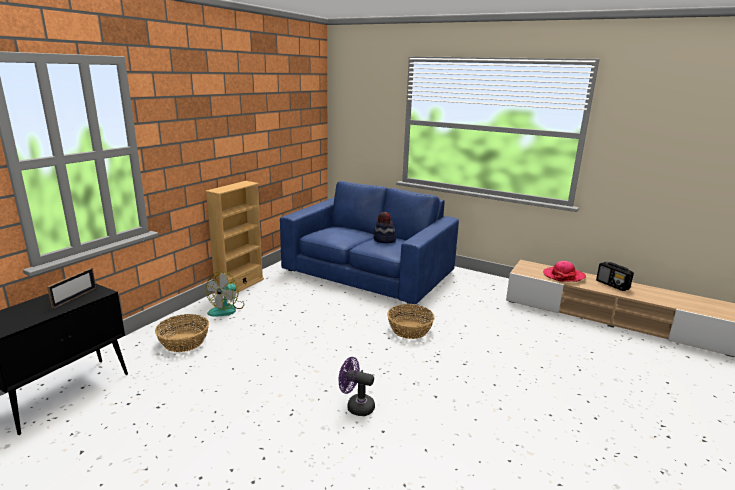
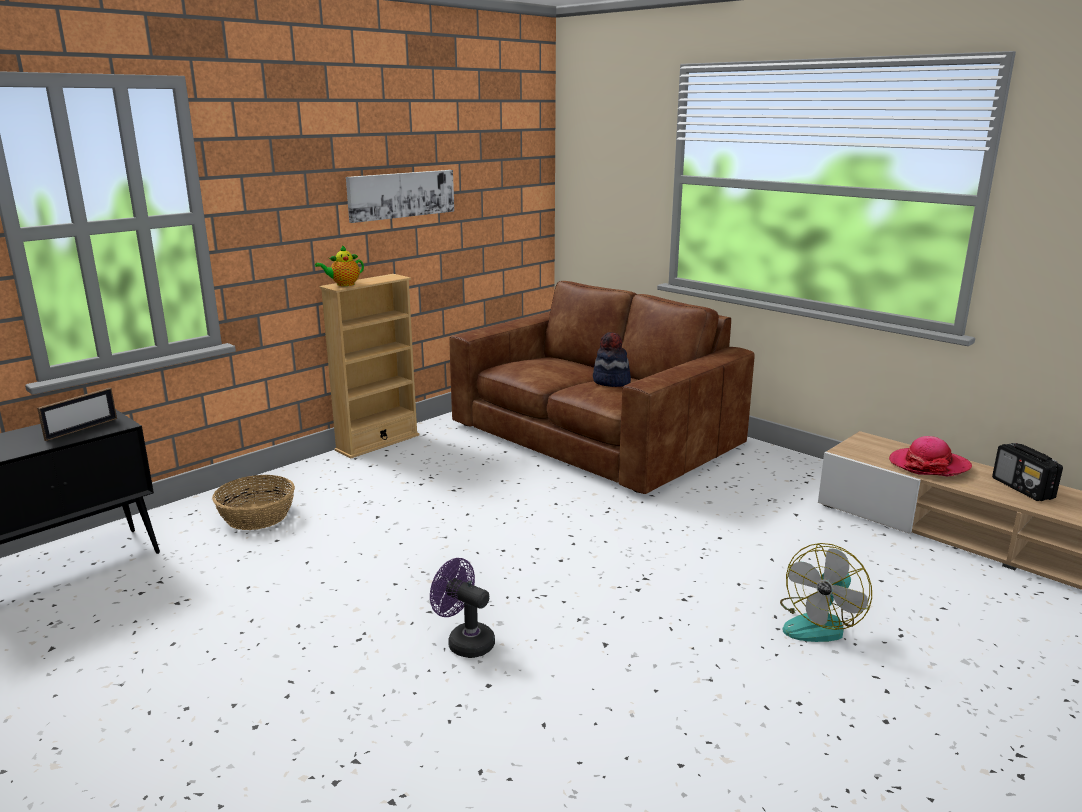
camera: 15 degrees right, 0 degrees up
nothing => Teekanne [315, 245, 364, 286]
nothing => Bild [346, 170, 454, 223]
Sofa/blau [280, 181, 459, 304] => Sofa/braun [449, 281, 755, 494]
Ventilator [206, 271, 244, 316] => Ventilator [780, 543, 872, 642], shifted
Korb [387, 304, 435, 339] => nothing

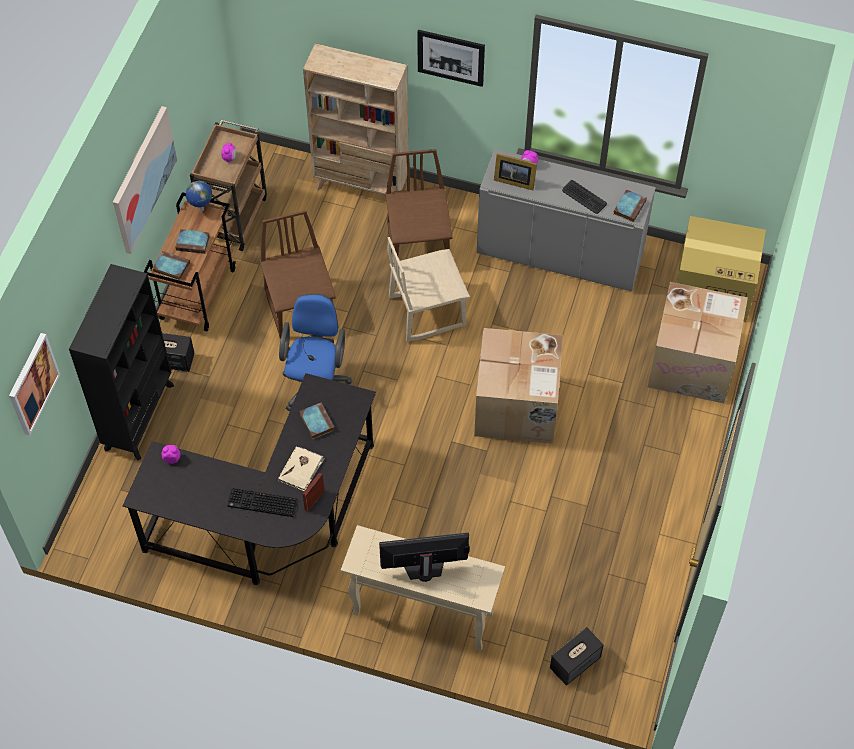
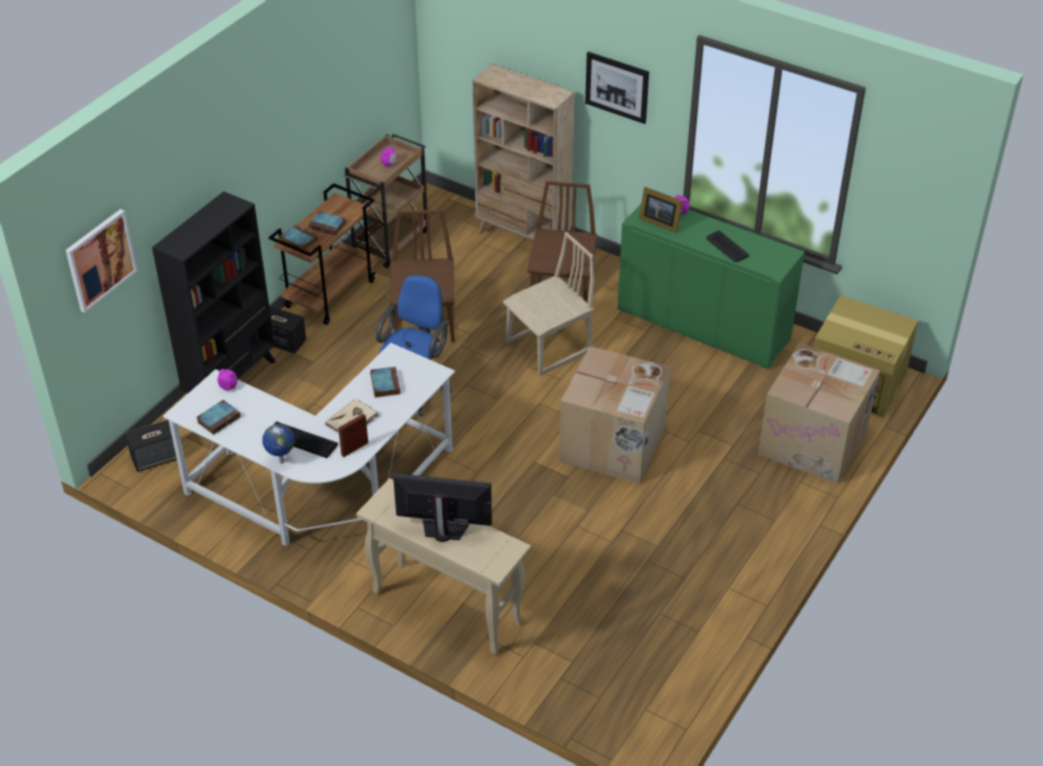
camera: 15 degrees right, 15 degrees down
Lautsprecher [550, 627, 604, 686] => Lautsprecher [125, 420, 177, 472], shifted
Schreibtisch/schwarz [122, 373, 376, 585] => Schreibtisch/weiß [163, 343, 455, 546]
Buch [614, 189, 647, 222] => Buch [196, 400, 241, 435], shifted
Globus [186, 181, 212, 211] => Globus [262, 424, 295, 464], shifted
Stuhl/beige [387, 237, 470, 342] => Stuhl/beige [503, 232, 594, 376], 150 degrees clockwise
Schrank/grau [477, 149, 656, 292] => Schrank/grün [617, 204, 805, 369]
Bild [113, 106, 177, 254] => nothing

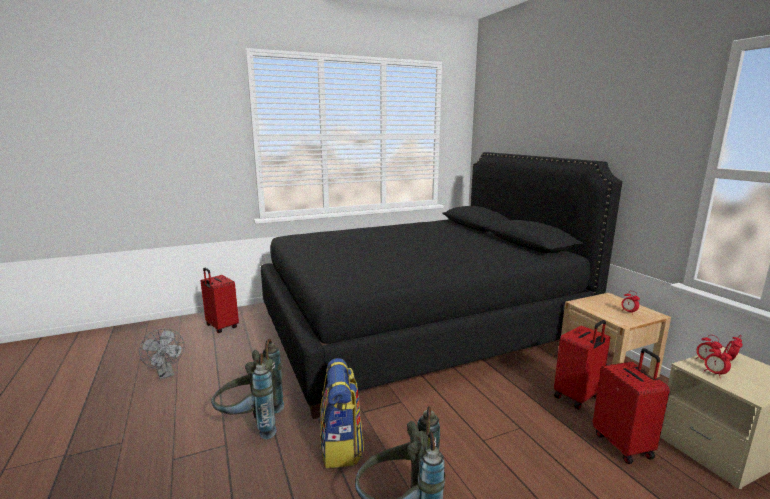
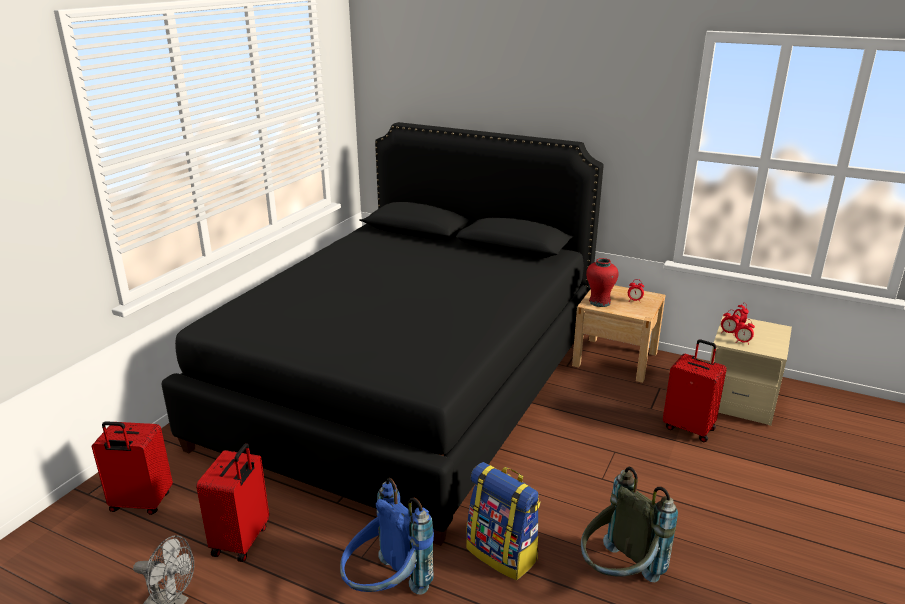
camera: 40 degrees left, 10 degrees up
Koffer/rot [554, 320, 610, 409] => Koffer/rot [196, 443, 269, 562], shifted
Rucksack/grau [211, 339, 284, 439] => Rucksack/blau [340, 478, 434, 594]
nothing => Vase/rot [586, 258, 619, 307]

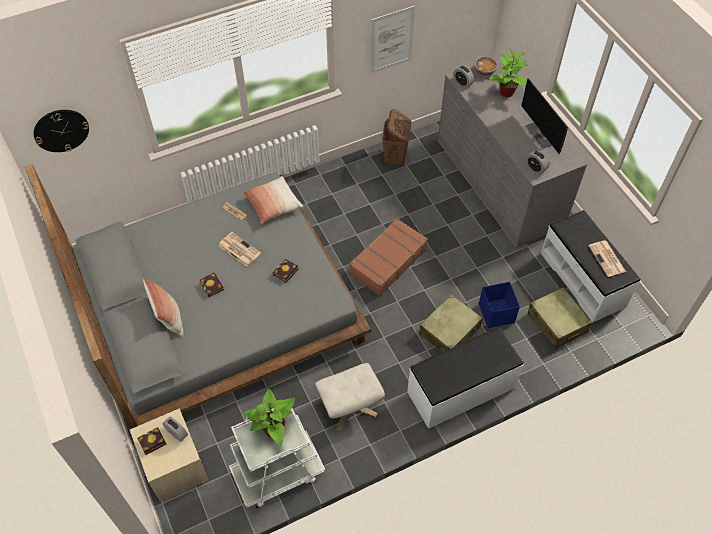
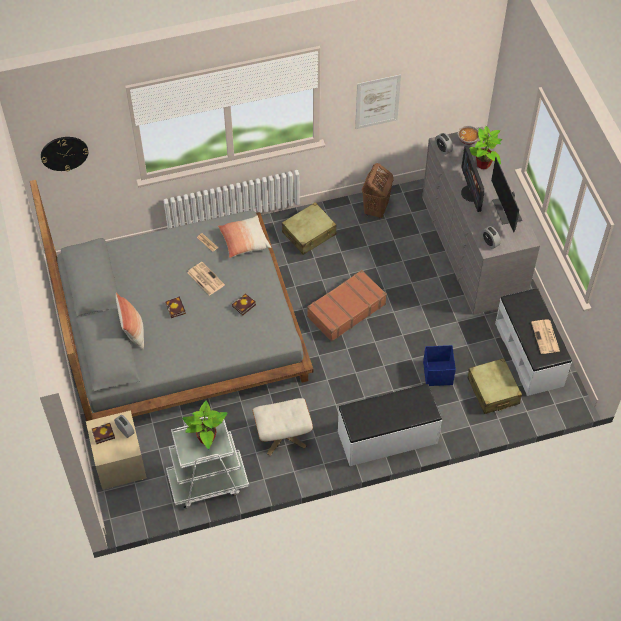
camera: 10 degrees right, 0 degrees up
Koffer/beige [419, 294, 482, 352] => Koffer/beige [282, 202, 337, 255], shifted
nothing => Monitor [461, 146, 484, 212]

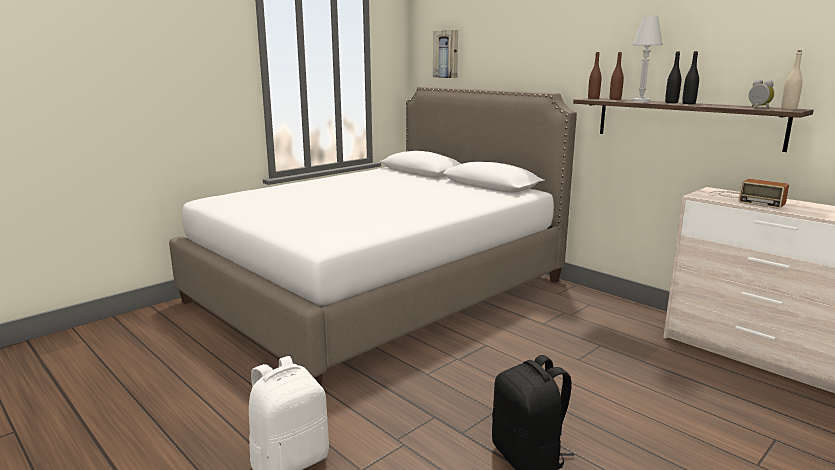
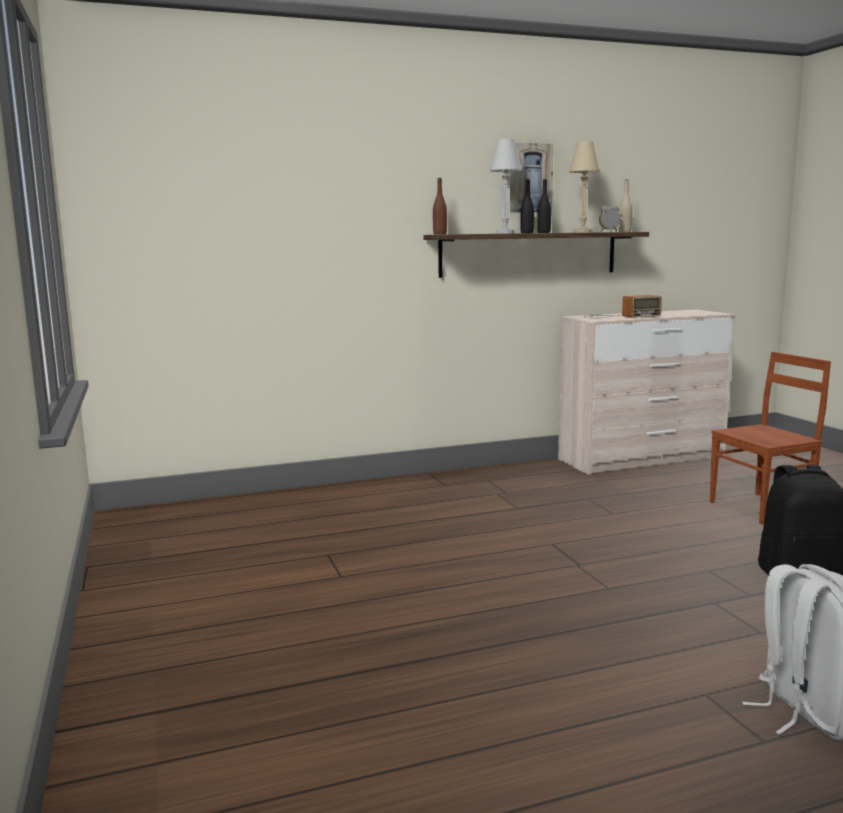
camera: 65 degrees left, 5 degrees down
Bild [433, 30, 458, 78] => Bild [510, 143, 553, 212], shifted
nothing => Tischlampe/beige [569, 141, 600, 233]
nothing => Stuhl/braun [710, 352, 831, 525]
Bett/weiß [169, 87, 577, 385] => nothing
Flasche/braun [610, 52, 624, 100] => nothing

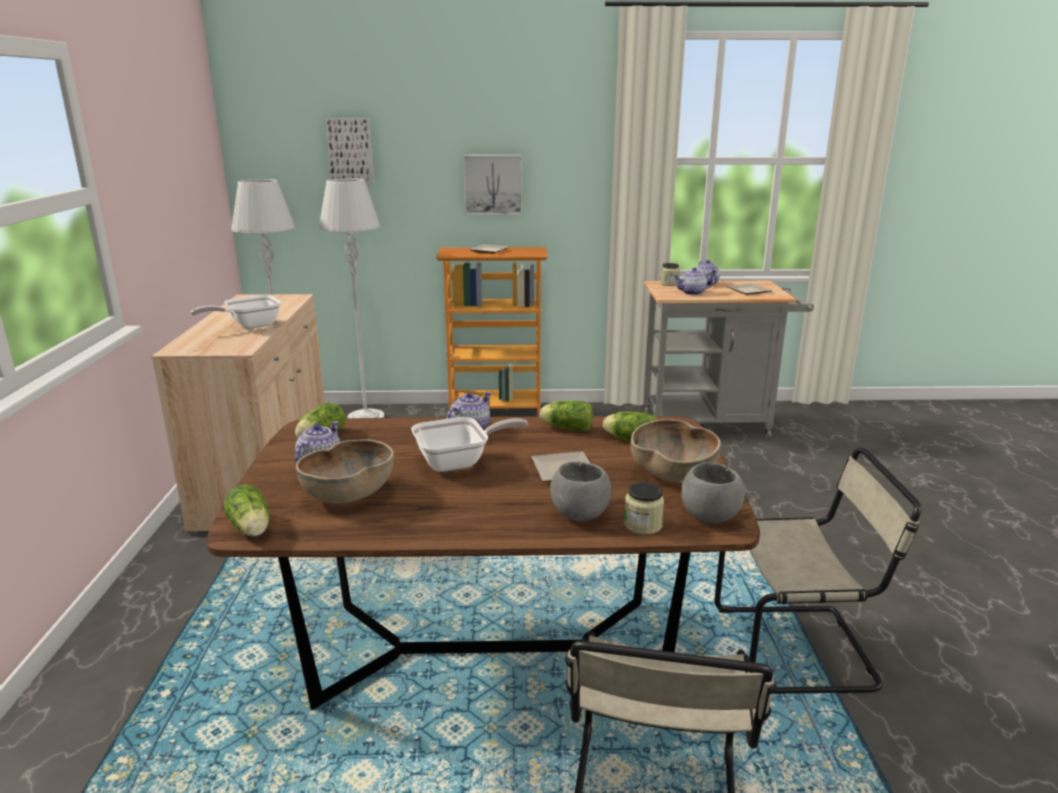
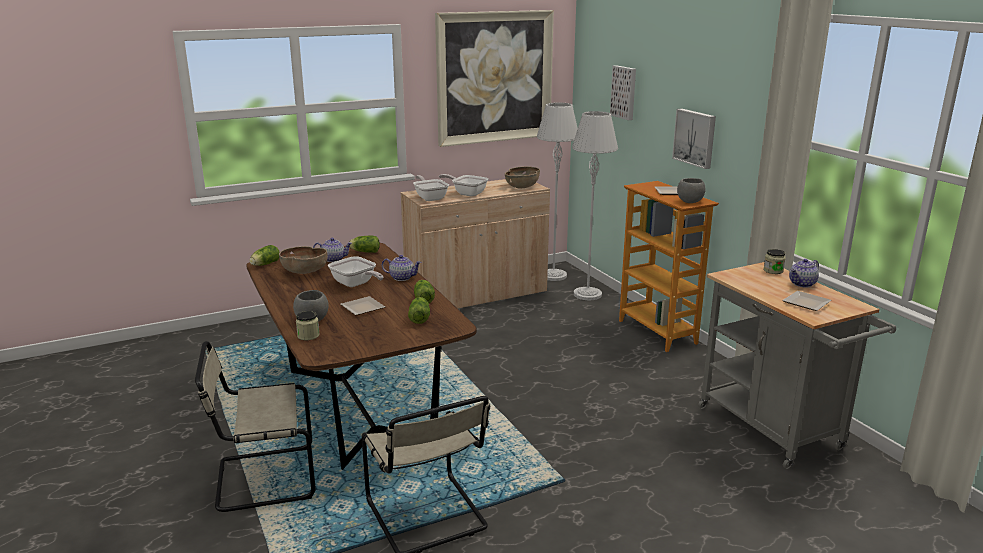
camera: 65 degrees right, 0 degrees up
nothing => Pfanne [413, 175, 449, 201]
nothing => Bild [435, 10, 554, 147]
Schüssel/braun [630, 419, 721, 483] => Schüssel/braun [505, 166, 540, 188], shifted
Schüssel/grau [681, 462, 745, 523] => Schüssel/grau [677, 178, 706, 203], shifted
Teekanne [673, 267, 715, 295] => nothing

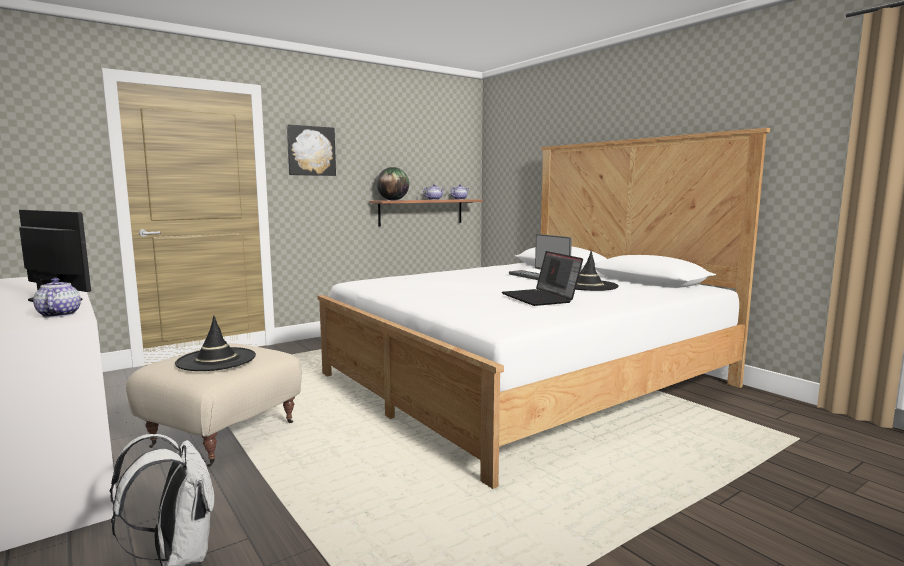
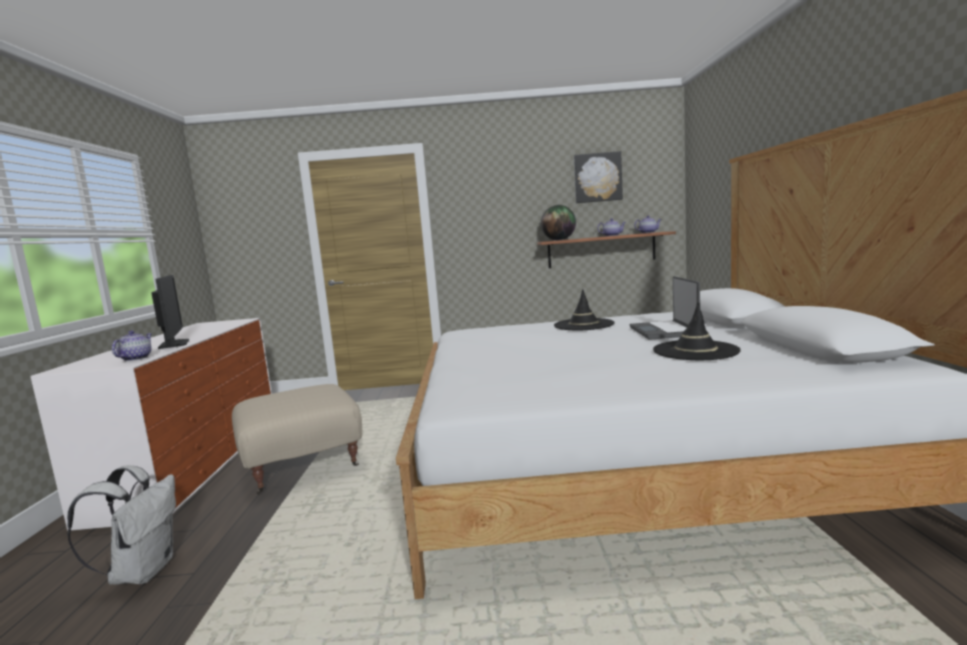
camera: 35 degrees right, 0 degrees up
Hut/schwarz [175, 316, 256, 371] => Hut/schwarz [554, 289, 615, 330], shifted
Bild [287, 125, 336, 176] => Bild [574, 151, 623, 203], shifted
Laptop [502, 251, 583, 306] => nothing

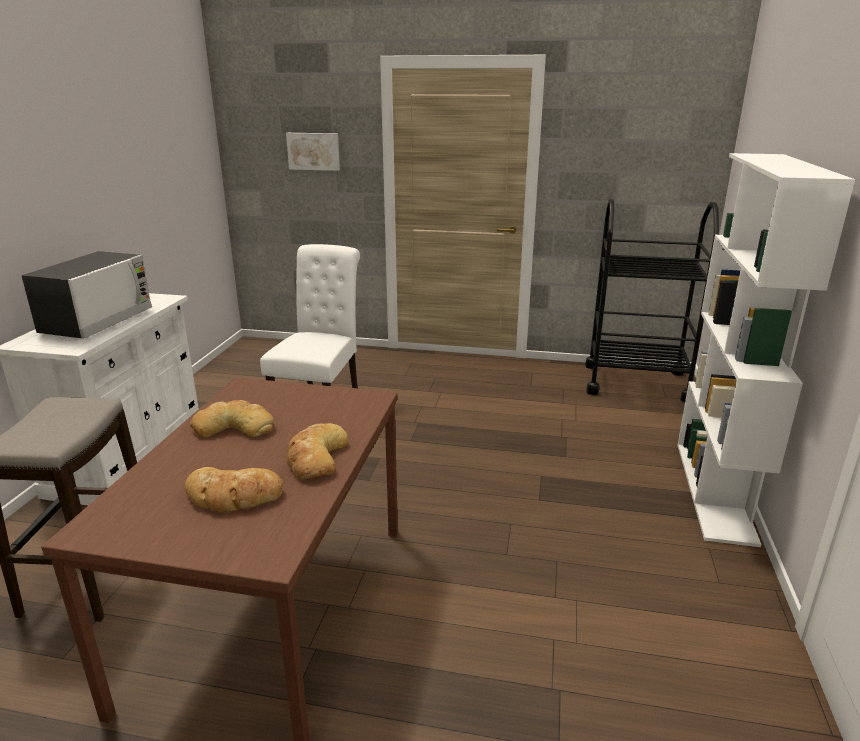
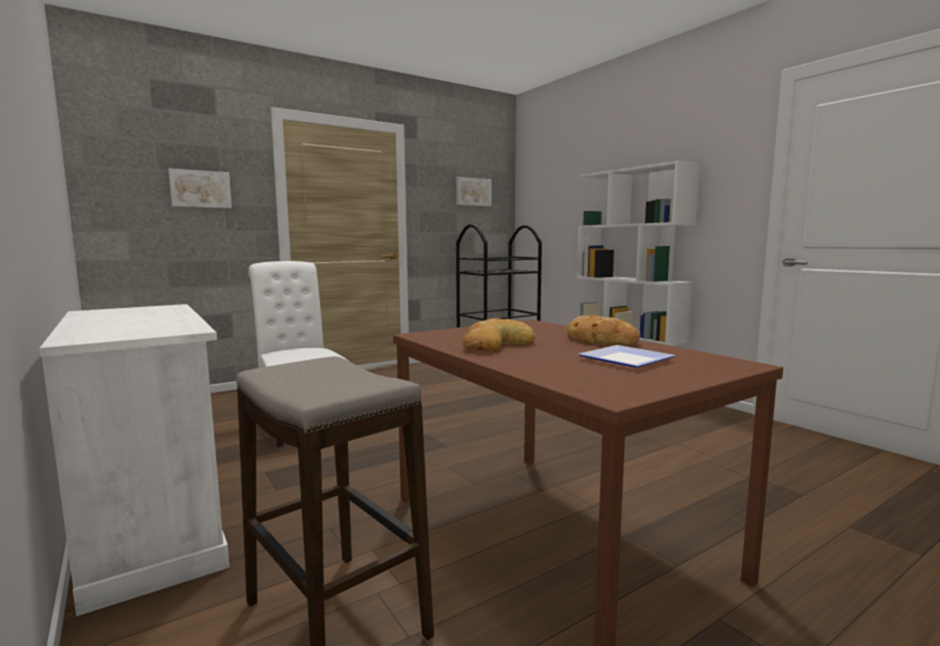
camera: 45 degrees left, 15 degrees down
nothing => Bild [456, 177, 491, 206]
Brot [185, 467, 283, 513] => Teller [578, 345, 675, 367]
Mikrowelle [21, 251, 152, 339] => nothing

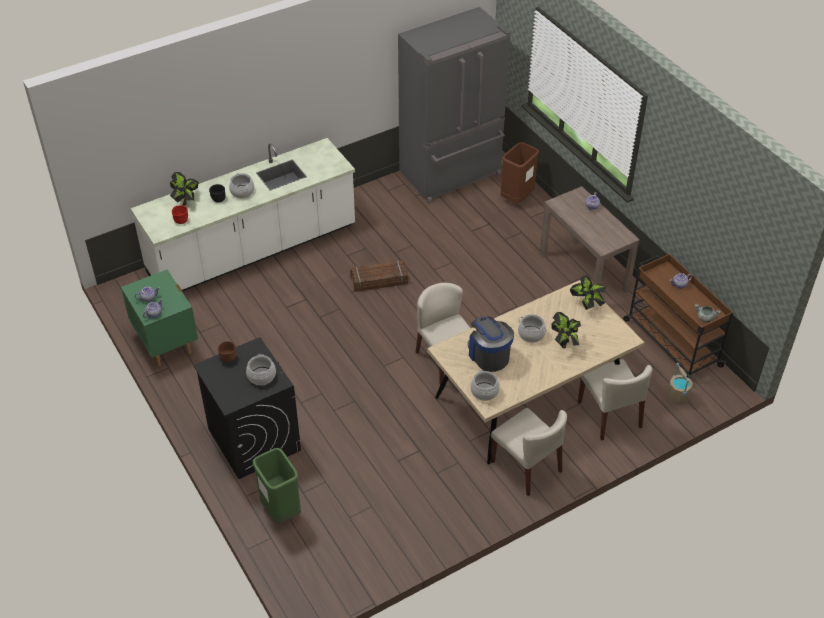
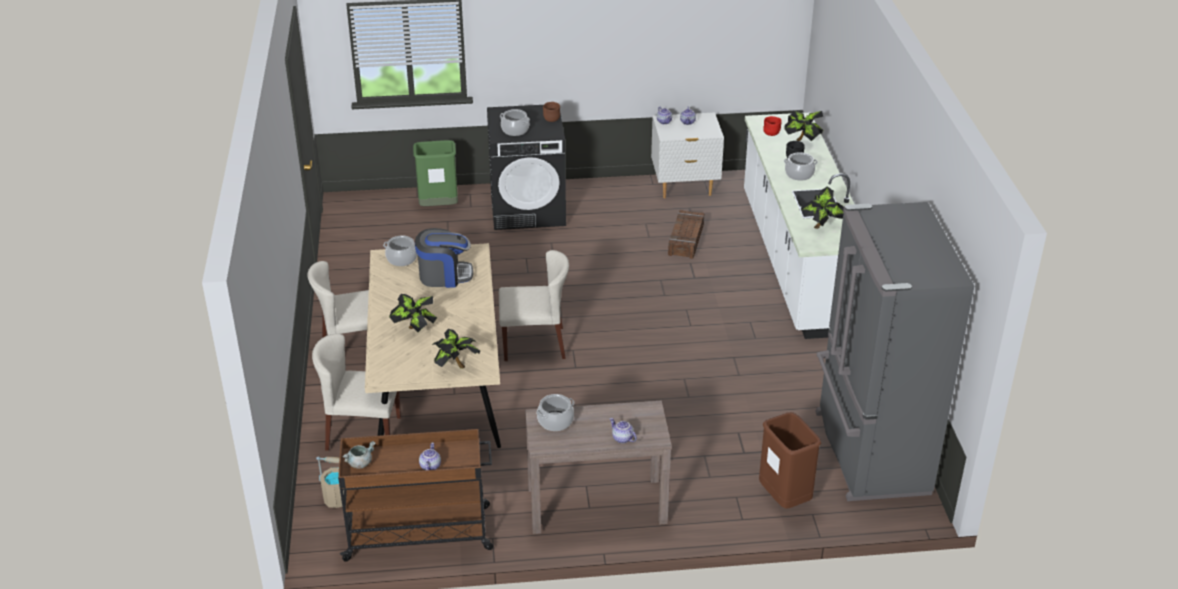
camera: 115 degrees right, 10 degrees down
Kochtopf [518, 314, 547, 343] => Kochtopf [536, 394, 574, 431], shifted
Nachttisch/grün [121, 269, 198, 366] => Nachttisch/weiß [651, 112, 724, 198]
Kiste [350, 260, 408, 292] => Kiste [668, 210, 704, 259], shifted
nothing => Topfpflanze [801, 186, 844, 229]

